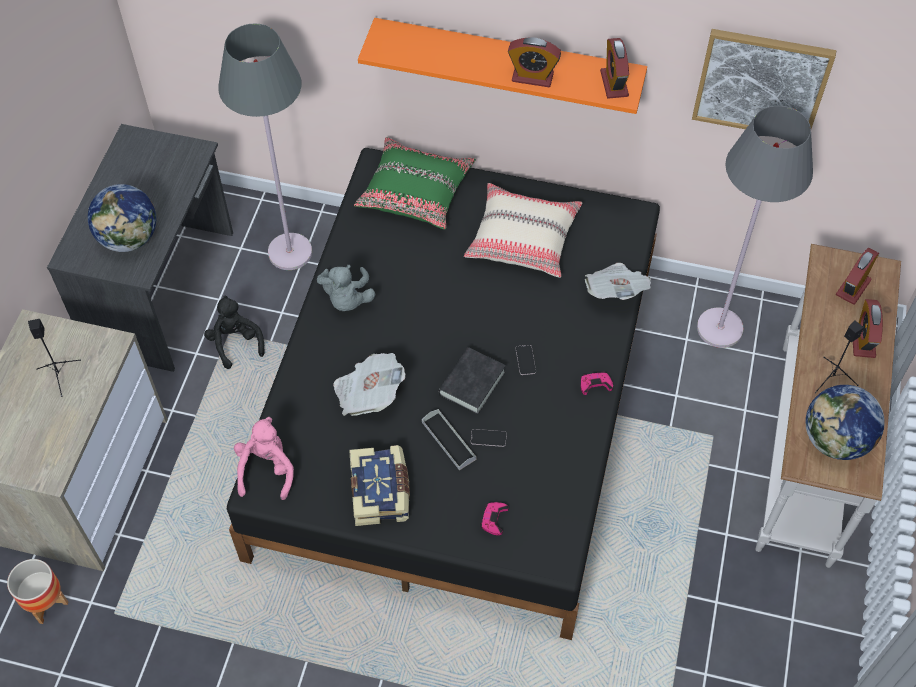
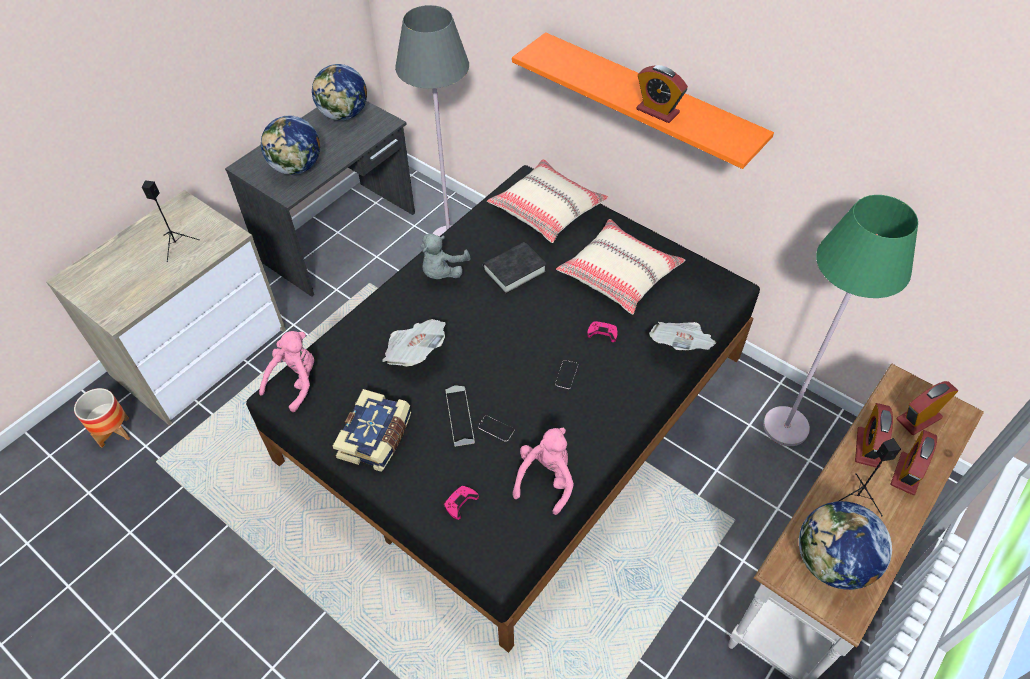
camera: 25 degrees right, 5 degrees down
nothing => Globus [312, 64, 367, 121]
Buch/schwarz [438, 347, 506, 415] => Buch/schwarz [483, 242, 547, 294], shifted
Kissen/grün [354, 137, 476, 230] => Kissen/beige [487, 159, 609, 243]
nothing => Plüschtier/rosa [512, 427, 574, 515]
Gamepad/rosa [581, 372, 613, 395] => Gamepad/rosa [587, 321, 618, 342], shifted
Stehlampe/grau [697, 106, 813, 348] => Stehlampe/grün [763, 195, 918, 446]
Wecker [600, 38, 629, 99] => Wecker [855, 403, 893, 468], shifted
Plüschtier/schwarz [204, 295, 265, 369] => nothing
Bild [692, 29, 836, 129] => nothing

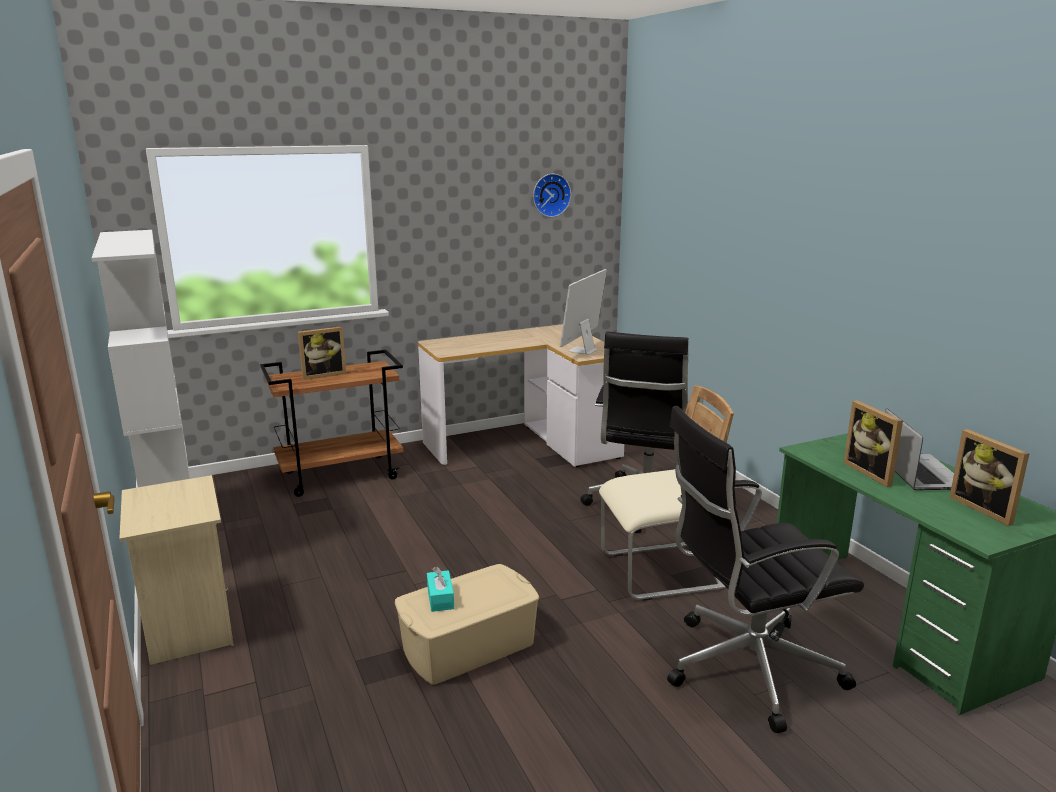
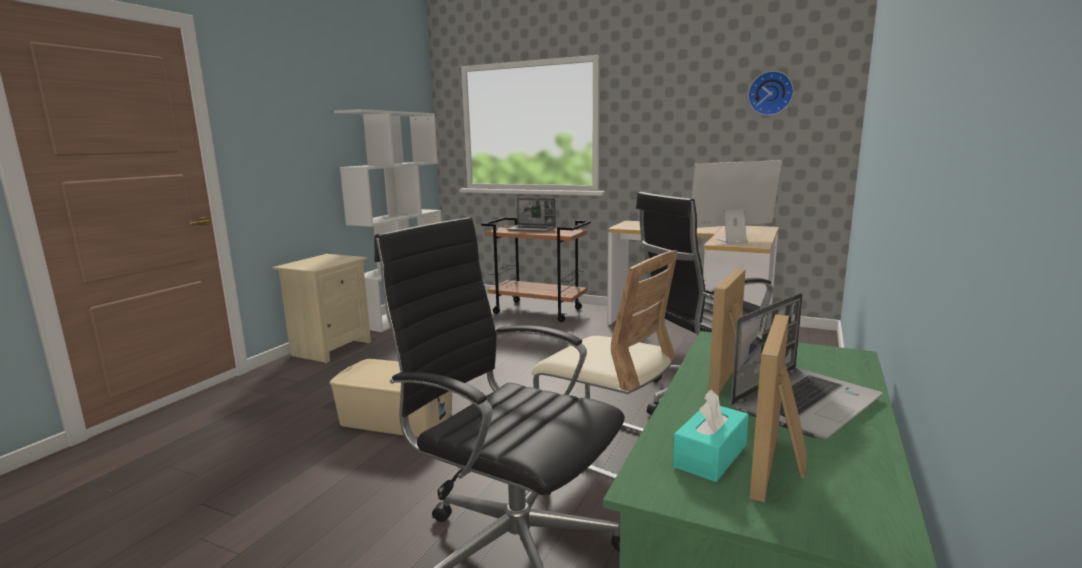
camera: 50 degrees right, 5 degrees down
Bilderrahmen [298, 327, 346, 380] => Laptop [507, 198, 556, 232]
Taschentuchbox/türkis [427, 567, 454, 612] => Taschentuchbox/türkis [673, 389, 749, 482], shifted

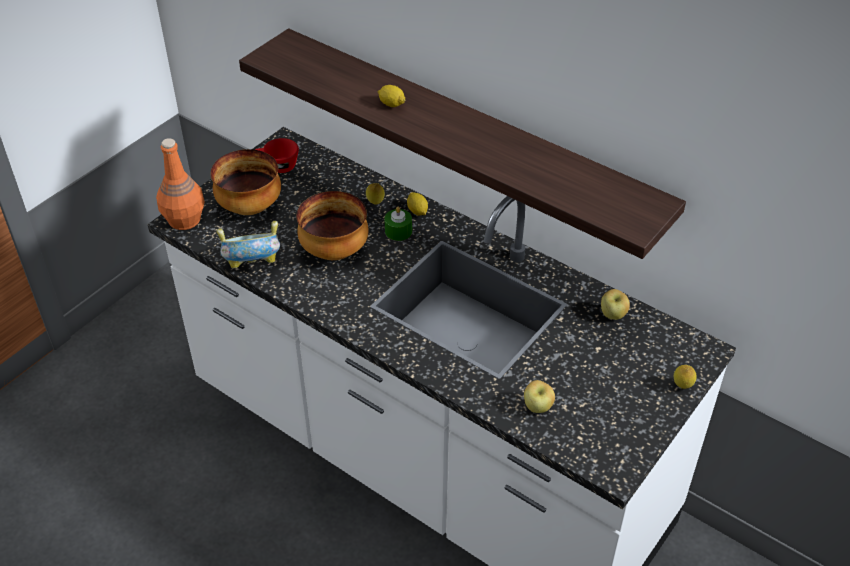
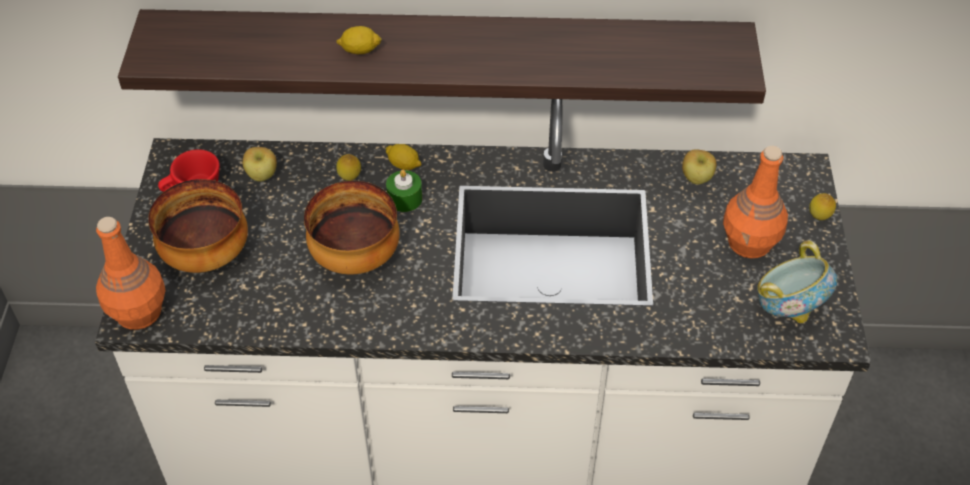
camera: 35 degrees left, 5 degrees up
Apfel [524, 380, 555, 413] => Apfel [243, 147, 277, 182], shifted
nothing => Flasche/orange [723, 146, 788, 259]
Schüssel [216, 221, 280, 268] => Schüssel [757, 240, 837, 324], shifted

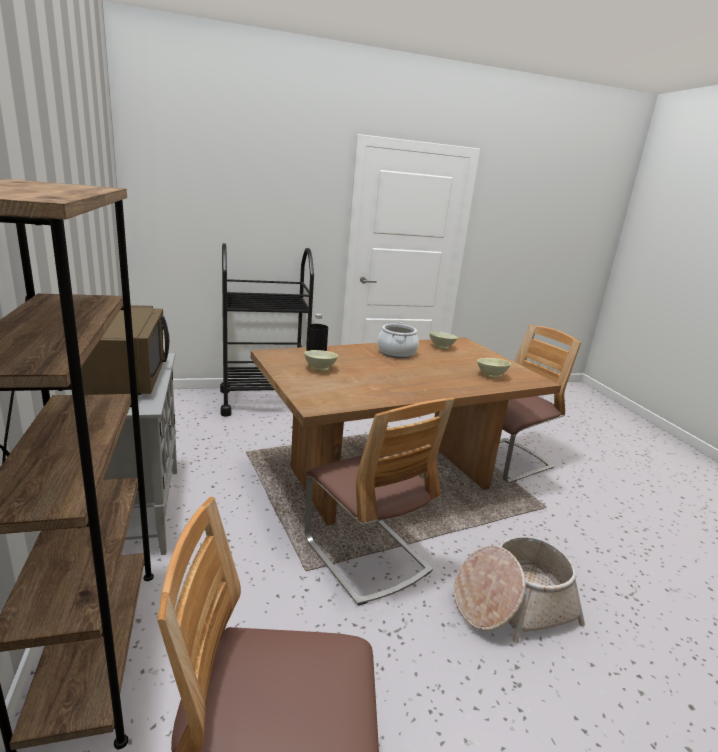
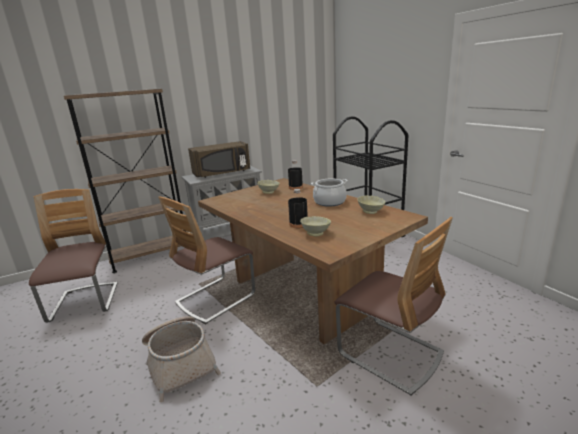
camera: 80 degrees right, 0 degrees up
nothing => Flasche/schwarz [288, 189, 308, 228]

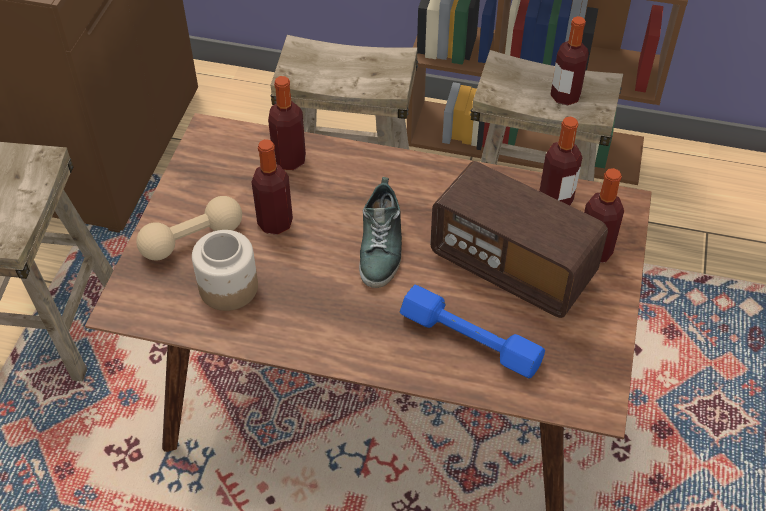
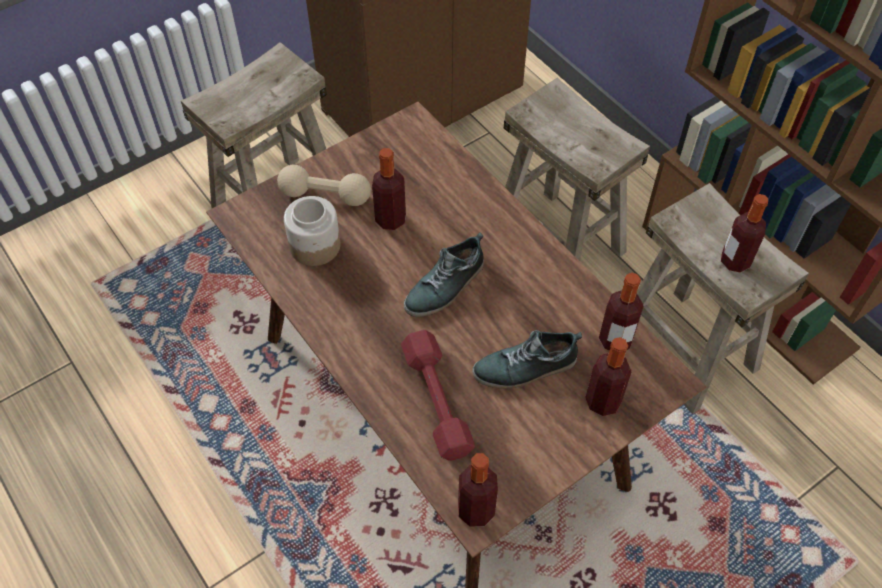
camera: 40 degrees right, 5 degrees up
Hantel/blau [400, 285, 545, 379] => Hantel/rot [401, 330, 475, 461]
Flasche [268, 76, 306, 170] => Flasche [458, 453, 498, 527], shifted
Radio [430, 161, 608, 318] => Schuh [472, 330, 582, 389]

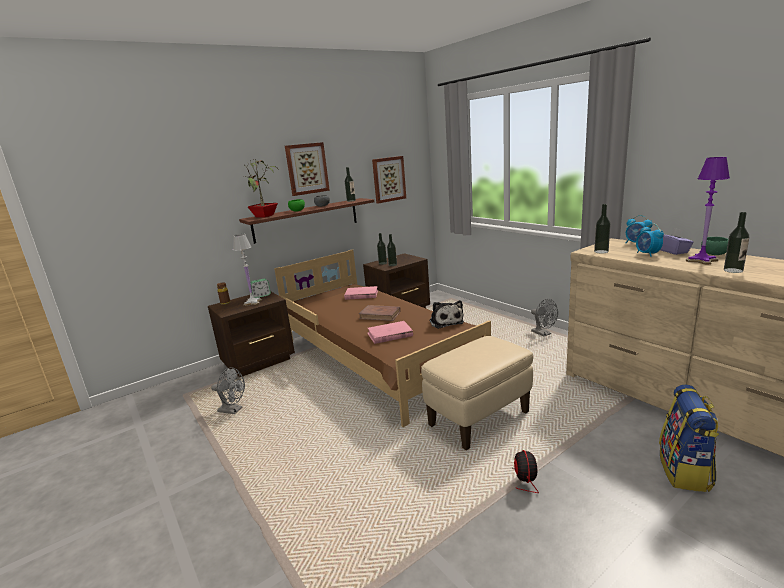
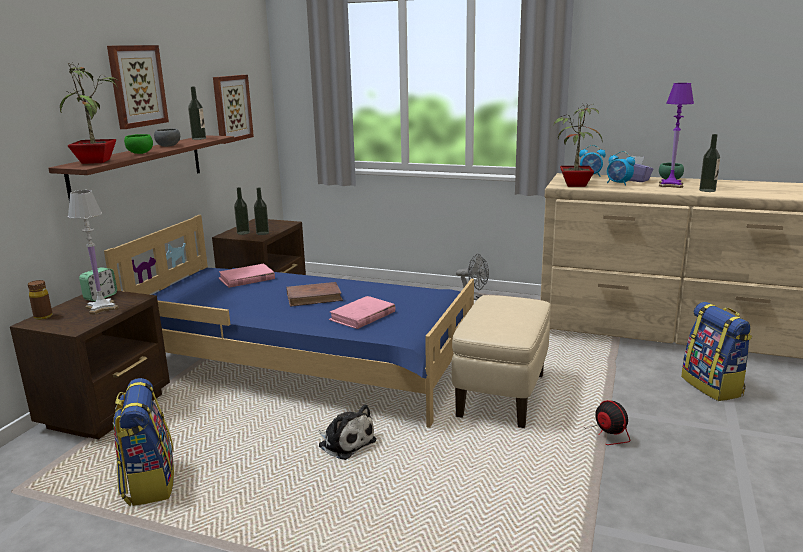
camera: 35 degrees left, 0 degrees up
Bett/braun [274, 249, 491, 427] => Bett/blau [104, 215, 474, 428]
Ventilator/grau [211, 368, 245, 414] => Rucksack [113, 378, 174, 506]
Plüschtier [429, 300, 464, 329] => Plüschtier [318, 404, 376, 460], shifted
Flasche [594, 204, 611, 254] => Topfpflanze [553, 103, 603, 187]

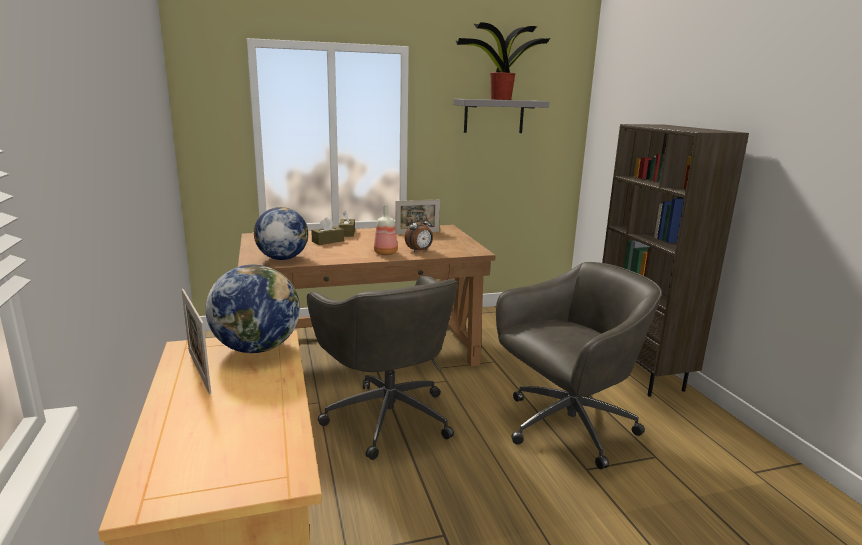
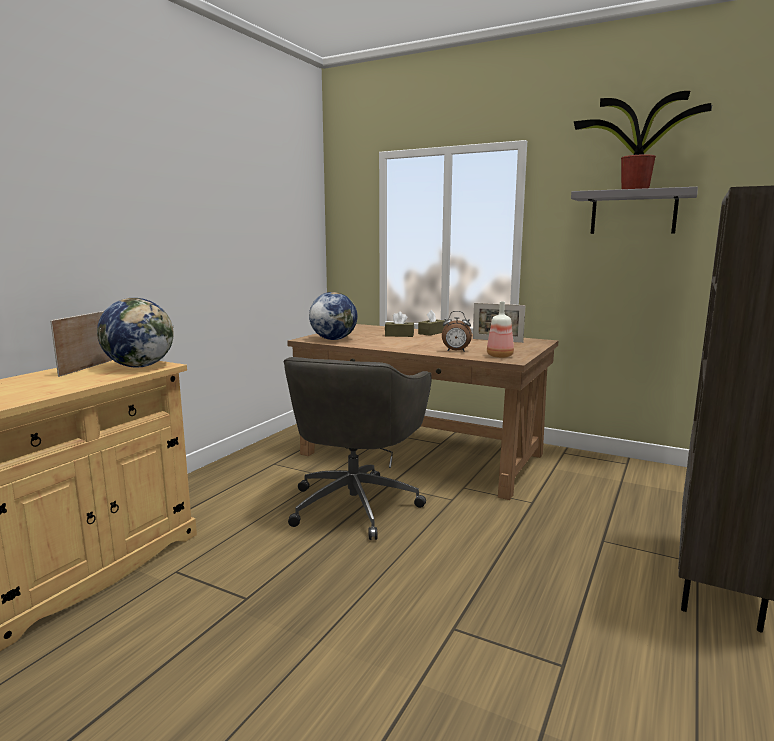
camera: 45 degrees right, 5 degrees down
Flasche [374, 205, 398, 255] => Flasche [487, 301, 514, 358], shifted
Bürostuhl/grau [496, 262, 662, 469] => nothing

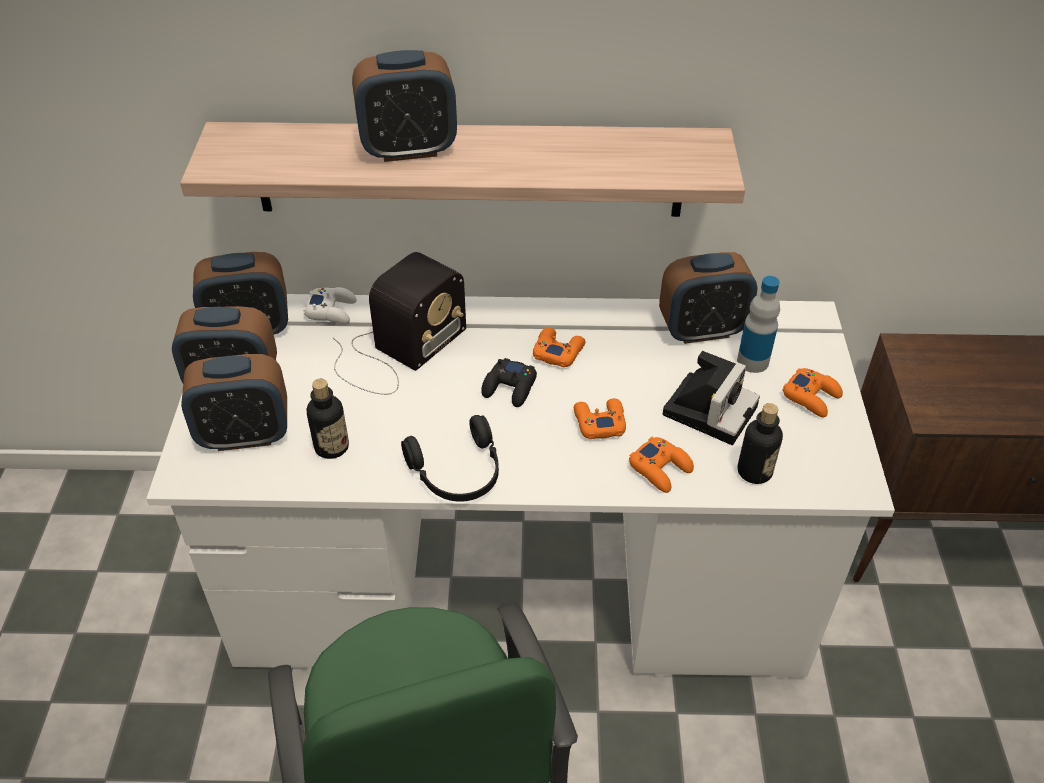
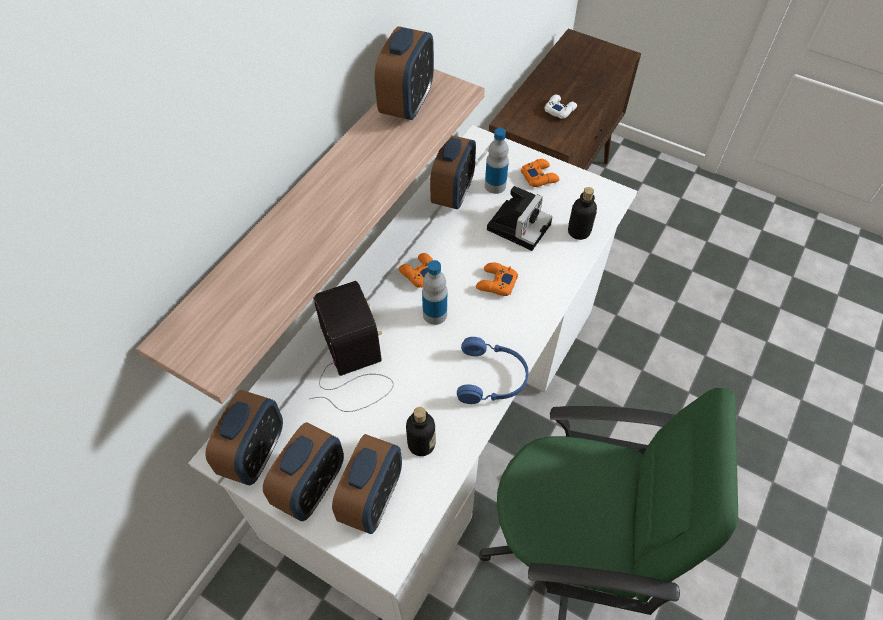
camera: 60 degrees left, 10 degrees up
Wecker [352, 50, 457, 162] => Wecker [375, 26, 434, 120], shifted
Gamepad/schwarz [481, 358, 537, 407] => Flasche [422, 260, 447, 325]
Kopfhörer/schwarz [401, 415, 499, 502] => Kopfhörer/blau [457, 337, 528, 404]
Kamera [663, 351, 760, 445] => Kamera [487, 186, 553, 251], 60 degrees clockwise
Gamepad/weiß [303, 287, 356, 324] => Gamepad/weiß [544, 95, 577, 119], shifted
Gamepad/orange [629, 437, 694, 493] => nothing

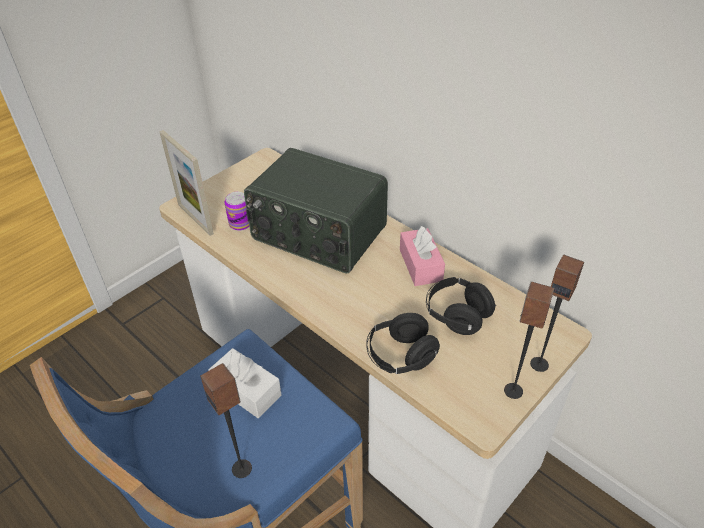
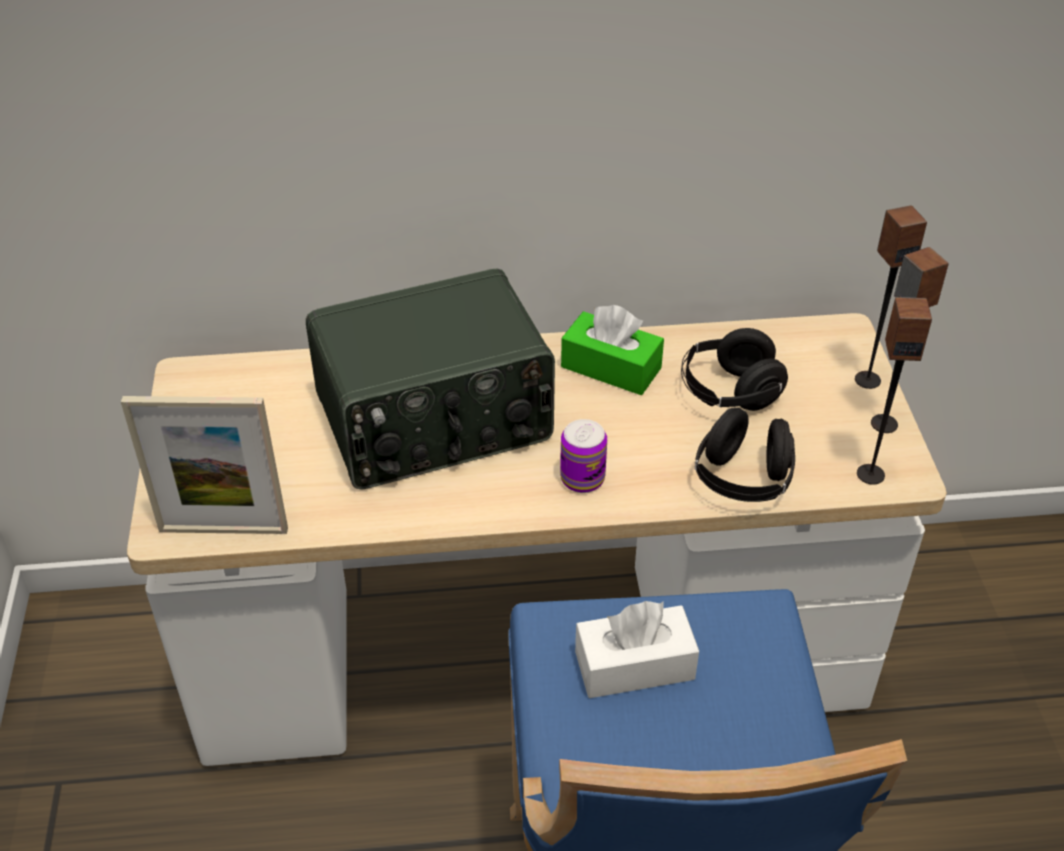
camera: 50 degrees left, 0 degrees up
Dose [225, 192, 249, 231] => Dose [560, 419, 607, 493], shifted
Taschentuchbox/rosa [400, 226, 445, 286] => Taschentuchbox/grün [561, 305, 664, 395]
Lautsprecher [200, 363, 252, 478] => Lautsprecher [857, 297, 932, 485], shifted

